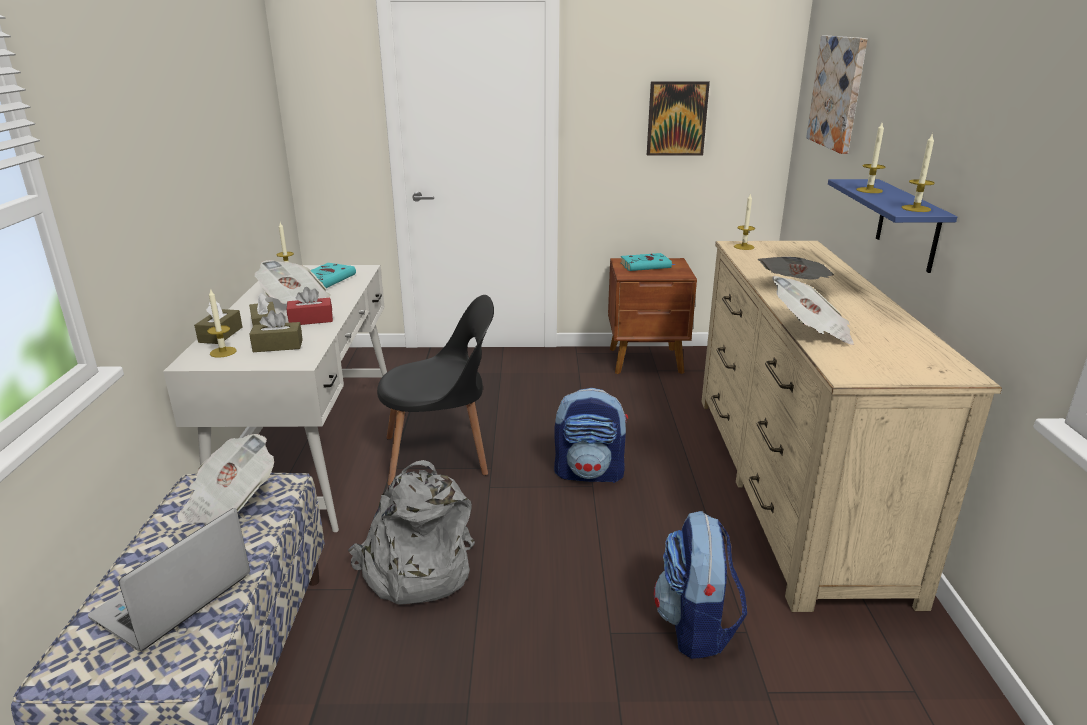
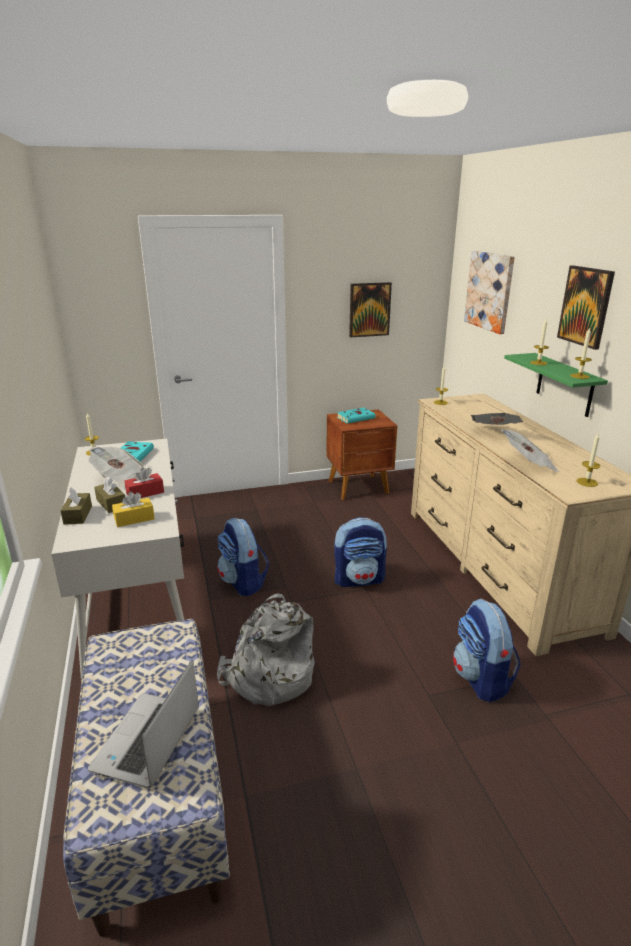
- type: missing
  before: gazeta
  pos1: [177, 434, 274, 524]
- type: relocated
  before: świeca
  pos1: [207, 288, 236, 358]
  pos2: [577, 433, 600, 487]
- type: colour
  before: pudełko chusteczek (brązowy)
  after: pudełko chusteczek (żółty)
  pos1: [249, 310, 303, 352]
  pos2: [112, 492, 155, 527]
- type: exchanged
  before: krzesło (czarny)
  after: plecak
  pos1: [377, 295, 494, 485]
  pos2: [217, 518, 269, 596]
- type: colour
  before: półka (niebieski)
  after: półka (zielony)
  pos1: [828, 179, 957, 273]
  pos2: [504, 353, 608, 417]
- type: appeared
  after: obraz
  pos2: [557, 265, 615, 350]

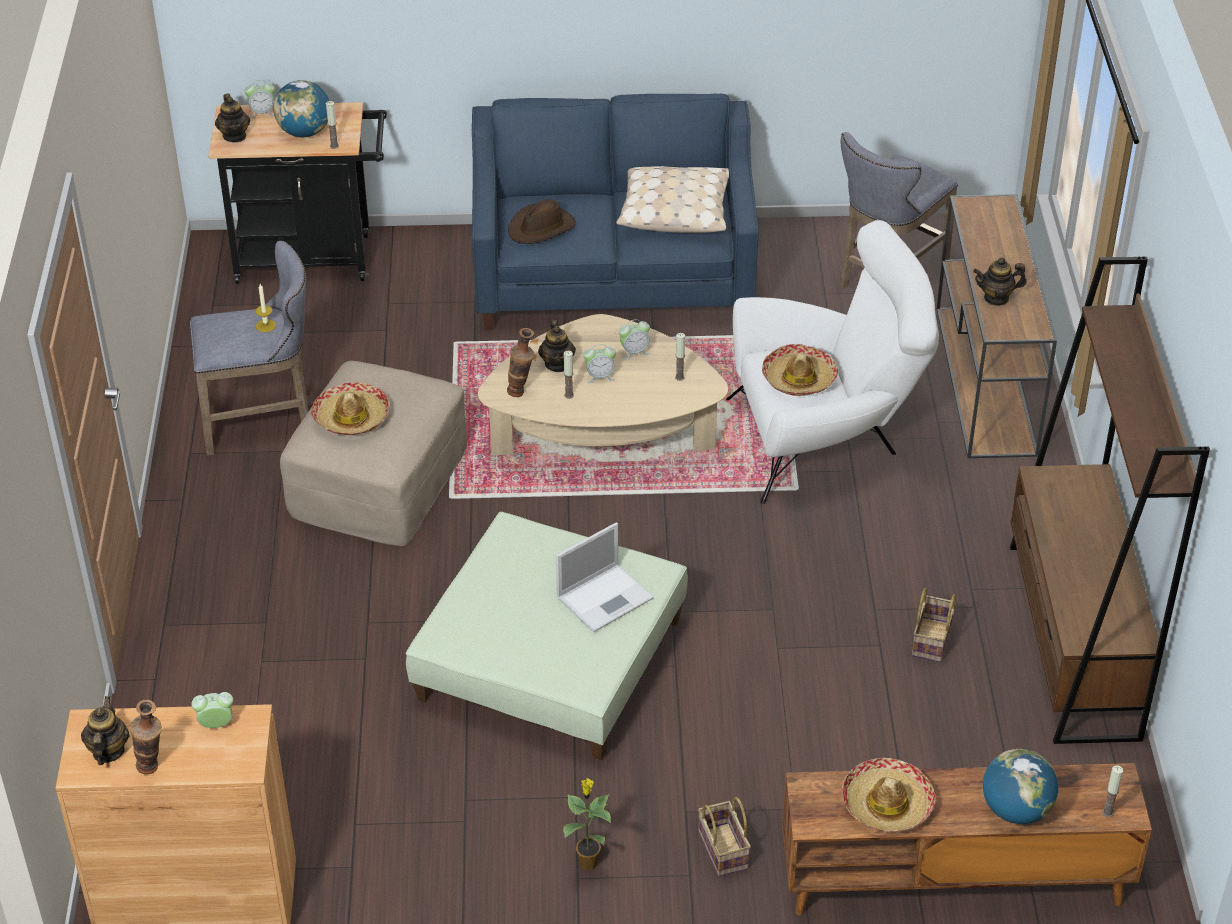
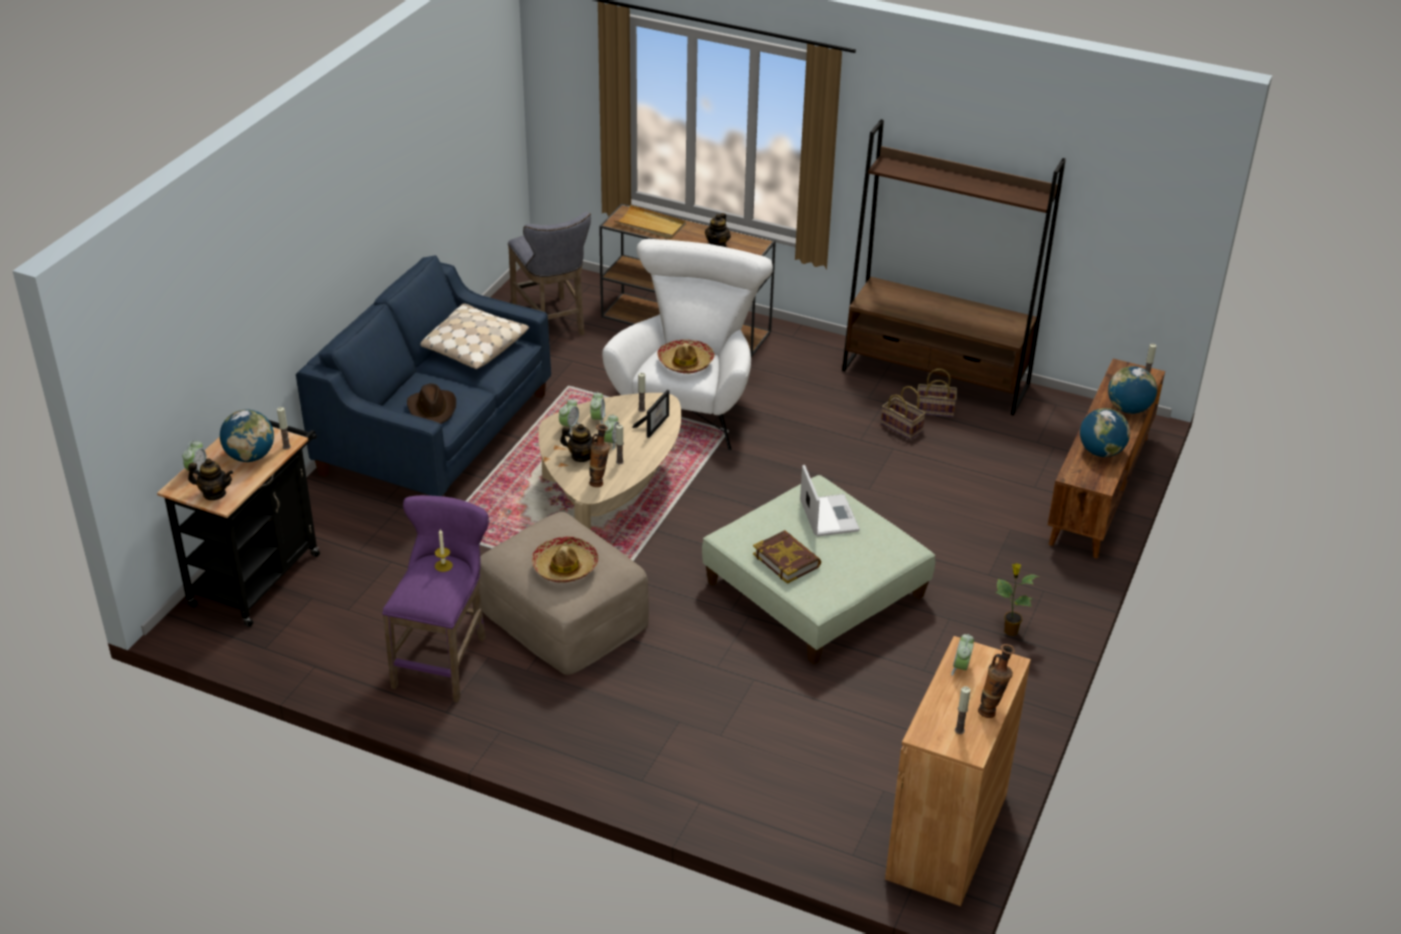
- type: exchanged
  before: imbryk
  after: świeca
  pos1: [81, 696, 129, 765]
  pos2: [955, 686, 971, 734]
- type: colour
  before: stołek (szary)
  after: stołek (fioletowy)
  pos1: [190, 241, 309, 456]
  pos2: [382, 495, 489, 703]
- type: relocated
  before: koszyk
  pos1: [698, 797, 751, 876]
  pos2: [916, 369, 957, 417]
- type: exchanged
  before: kapelusz
  after: globus
  pos1: [842, 758, 936, 832]
  pos2: [1080, 408, 1130, 457]
- type: appeared
  after: budzik
  pos2: [559, 399, 580, 433]
- type: appeared
  after: taca (beżowy)
  pos2: [614, 205, 686, 239]
- type: appeared
  after: ramka na zdjęcie
  pos2: [632, 390, 669, 438]
- type: appeared
  after: książka
  pos2: [753, 530, 821, 584]

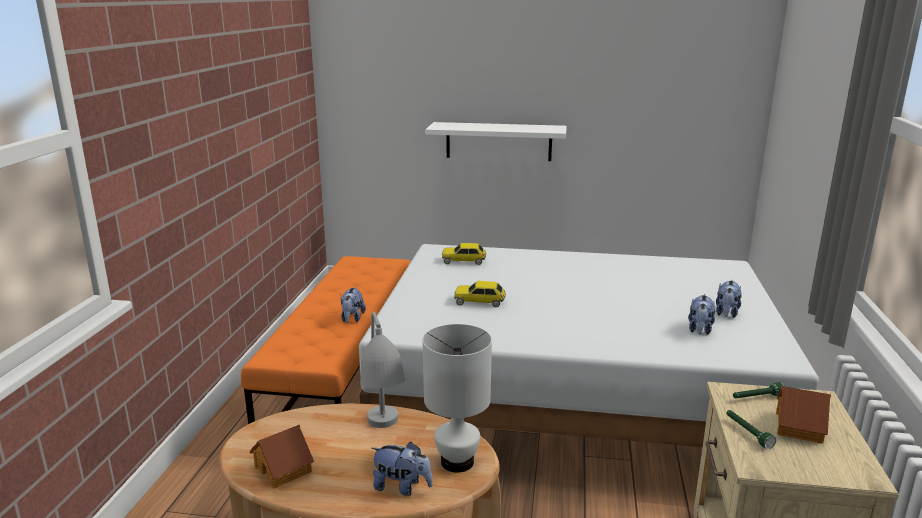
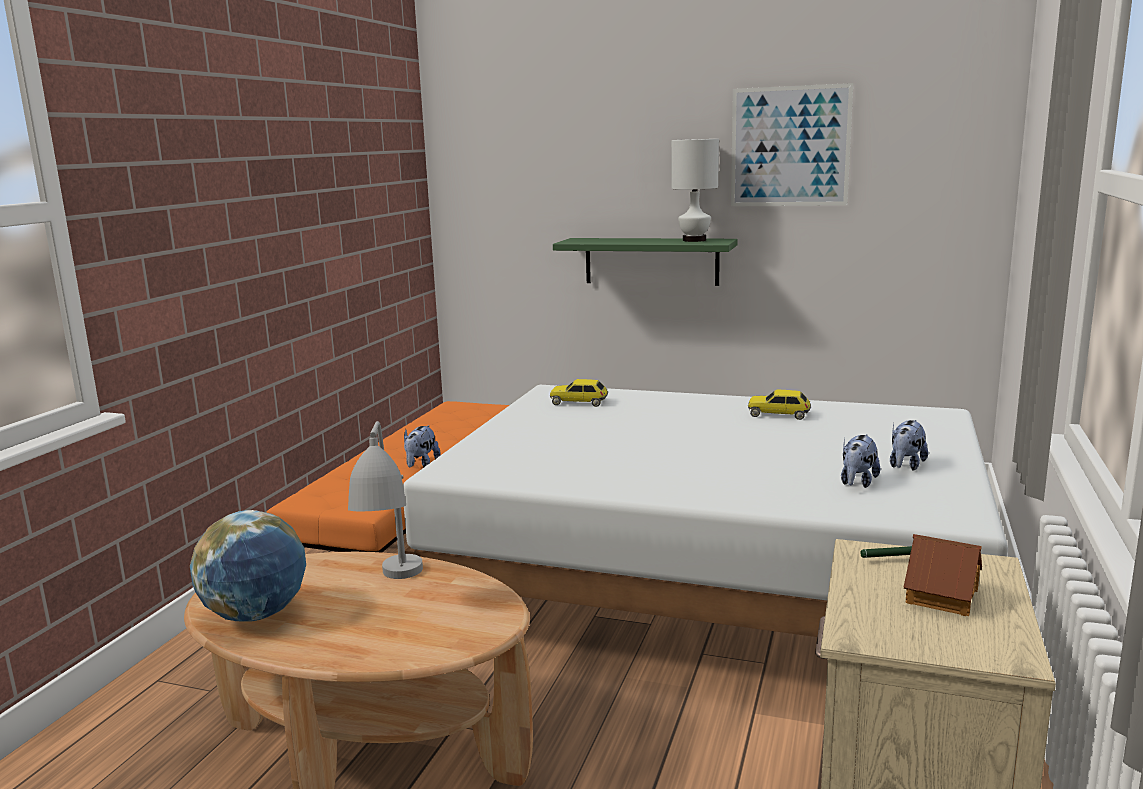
- type: exchanged
  before: domek
  after: globus
  pos1: [250, 425, 314, 489]
  pos2: [190, 510, 306, 622]
- type: missing
  before: pluszak
  pos1: [371, 442, 433, 496]
- type: relocated
  before: lampa stołowa (biały)
  pos1: [422, 324, 492, 473]
  pos2: [671, 139, 719, 242]
- type: colour
  before: półka (biały)
  after: półka (zielony)
  pos1: [425, 122, 567, 161]
  pos2: [553, 238, 738, 286]
- type: relocated
  before: samochodzik
  pos1: [454, 281, 506, 307]
  pos2: [748, 389, 811, 420]
- type: missing
  before: latarka (zielony)
  pos1: [726, 410, 776, 449]
- type: appeared
  after: obraz
  pos2: [731, 83, 853, 206]

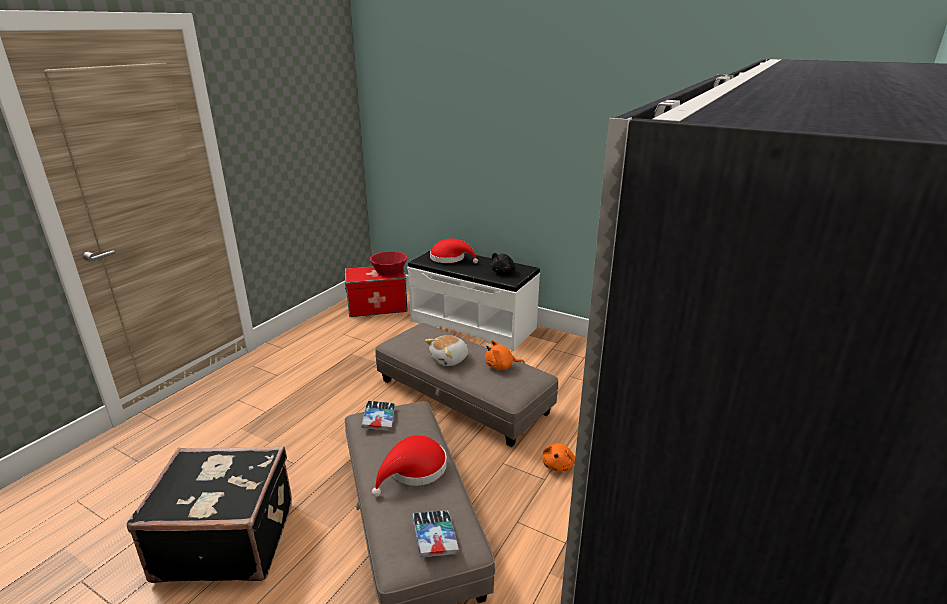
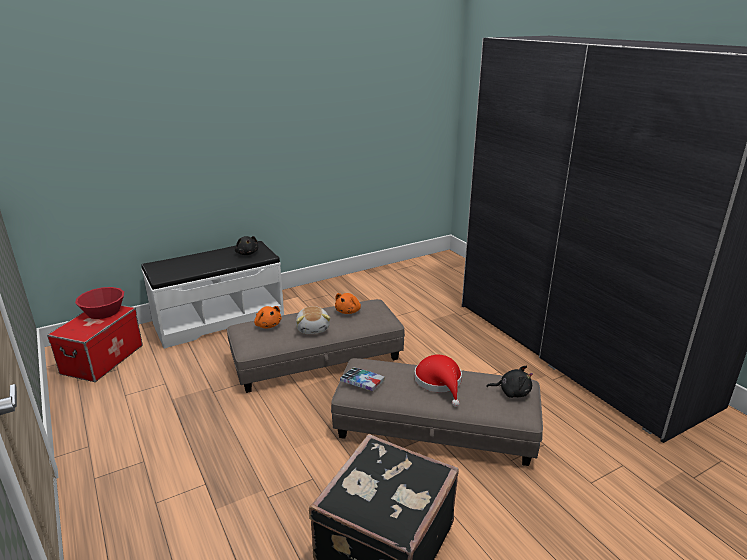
- type: exchanged
  before: książka
  after: pluszak (czarny)
  pos1: [412, 510, 459, 558]
  pos2: [486, 366, 533, 398]
- type: missing
  before: kapelusz (czerwony)
  pos1: [430, 238, 478, 263]
- type: relocated
  before: pluszak (pomarańczowy)
  pos1: [542, 443, 575, 472]
  pos2: [254, 306, 281, 328]

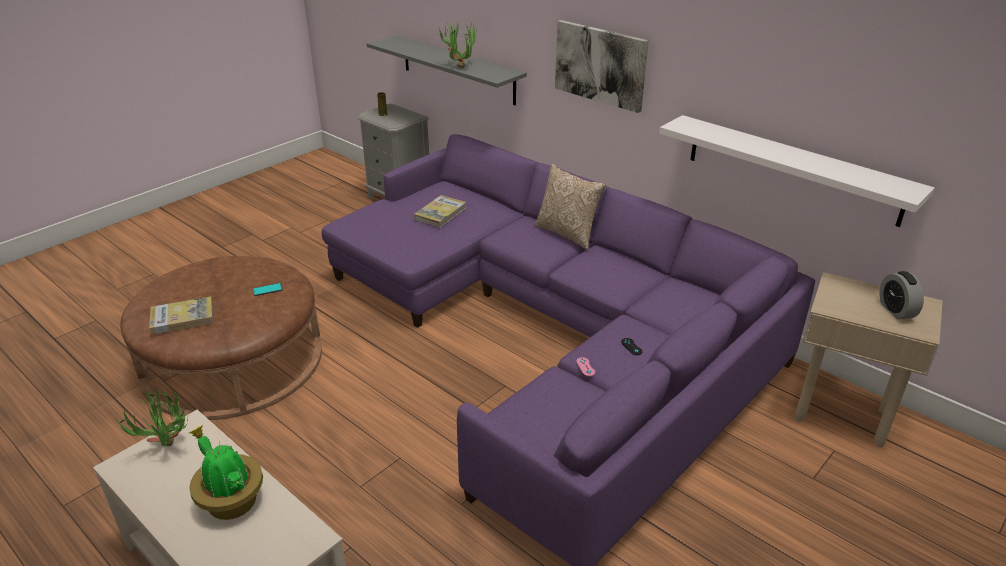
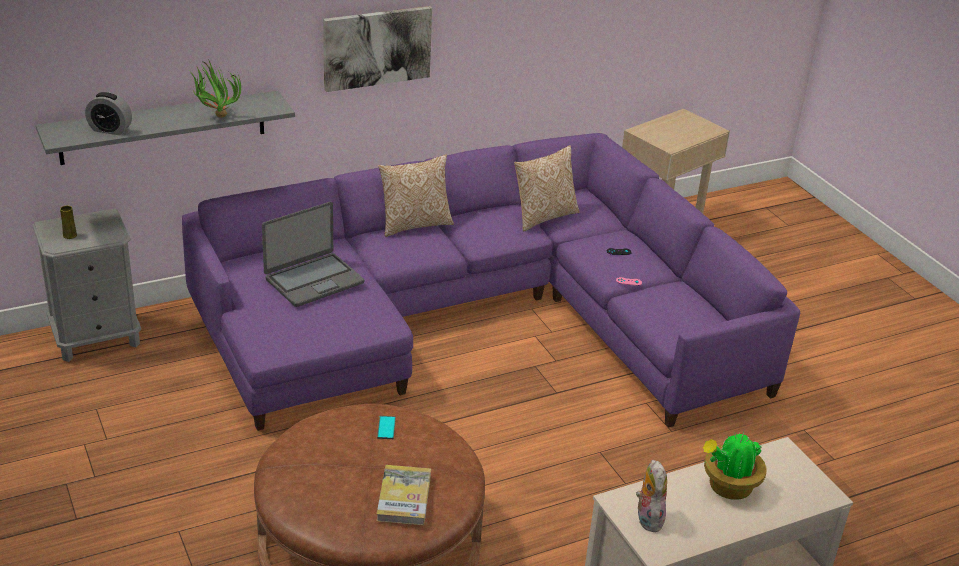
- type: exchanged
  before: roślina doniczkowa
  after: pluszak
  pos1: [116, 387, 188, 446]
  pos2: [636, 460, 667, 532]
- type: exchanged
  before: książka
  after: laptop
  pos1: [414, 195, 466, 228]
  pos2: [262, 202, 364, 307]
- type: missing
  before: półka (biały)
  pos1: [659, 115, 935, 227]
- type: relocated
  before: budzik
  pos1: [879, 271, 924, 319]
  pos2: [85, 92, 132, 135]
- type: appeared
  after: poduszka
  pos2: [514, 145, 580, 231]

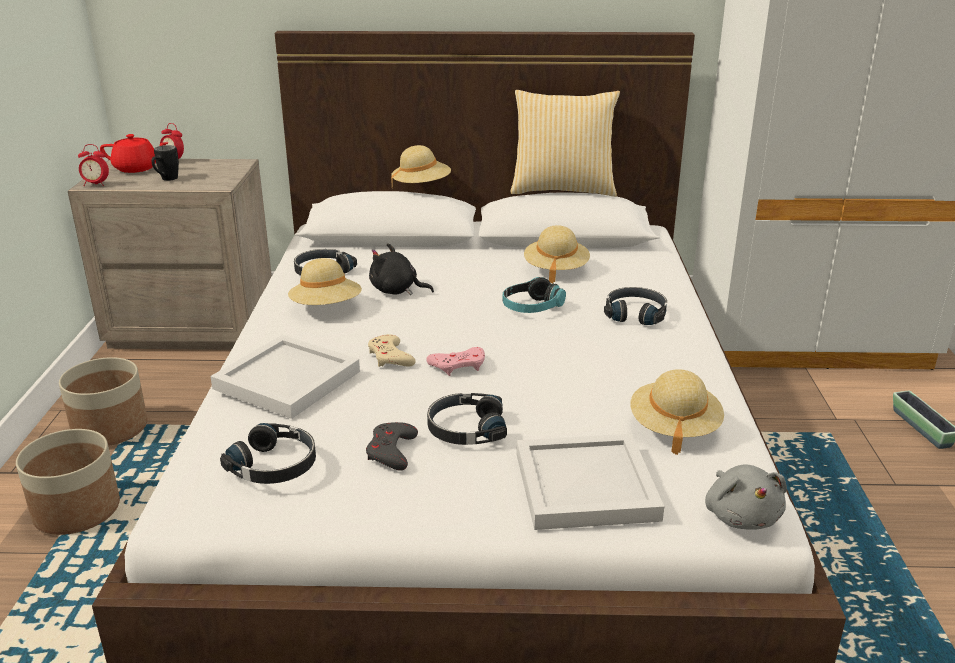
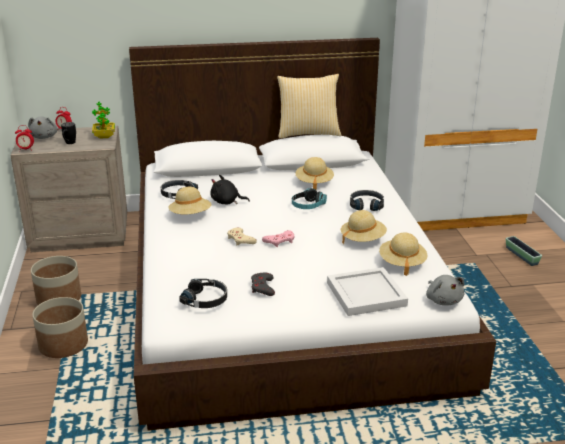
- type: exchanged
  before: imbryk (czerwony)
  after: pluszak (szary)
  pos1: [100, 134, 168, 173]
  pos2: [28, 116, 58, 139]
- type: missing
  before: taca (biały)
  pos1: [210, 335, 360, 419]
- type: relocated
  before: kapelusz (beżowy)
  pos1: [391, 145, 451, 189]
  pos2: [341, 210, 387, 245]
- type: missing
  before: słuchawki (czarny)
  pos1: [427, 393, 507, 445]
- type: appeared
  after: roślina doniczkowa
  pos2: [92, 102, 115, 139]

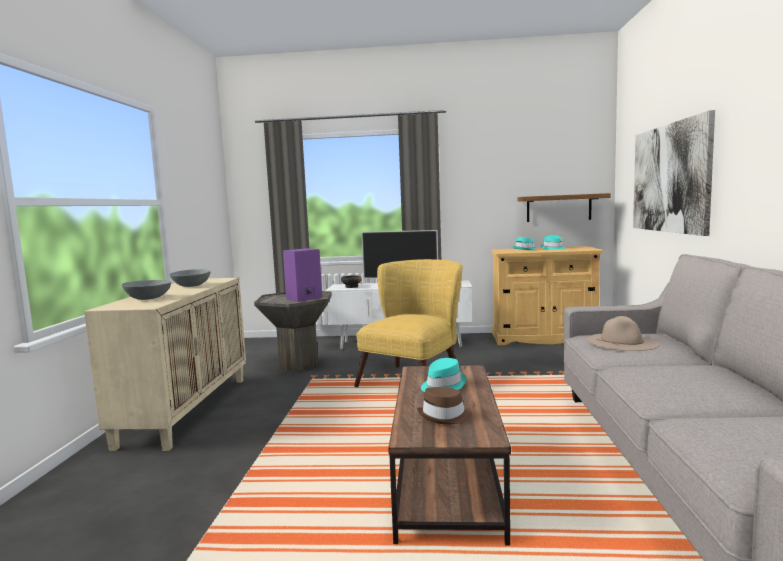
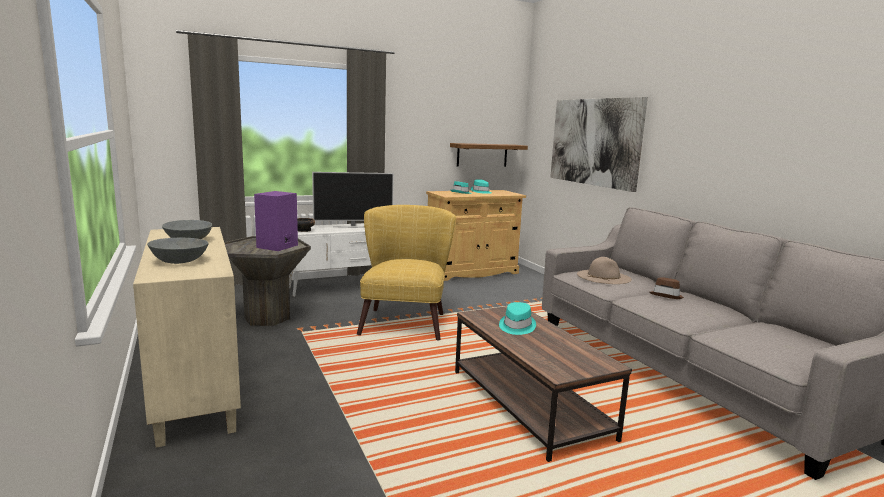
- type: relocated
  before: kapelusz (brązowy)
  pos1: [417, 387, 472, 425]
  pos2: [650, 277, 684, 299]

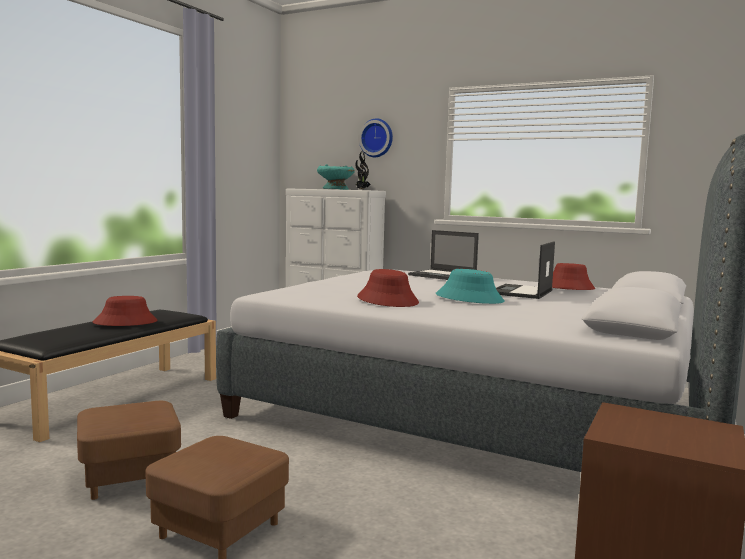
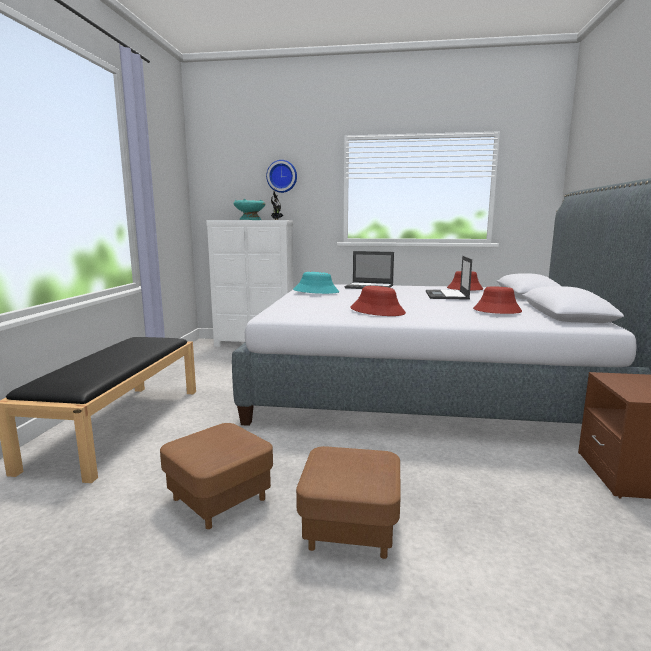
- type: relocated
  before: kapelusz (czerwony)
  pos1: [93, 296, 157, 326]
  pos2: [473, 287, 522, 314]
- type: relocated
  before: kapelusz (turkusowy)
  pos1: [436, 269, 505, 304]
  pos2: [293, 272, 339, 294]

